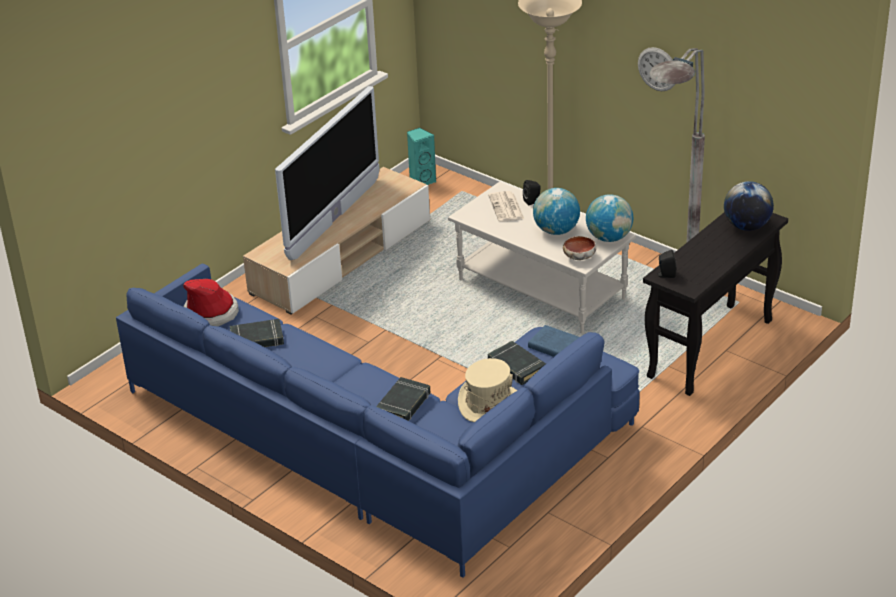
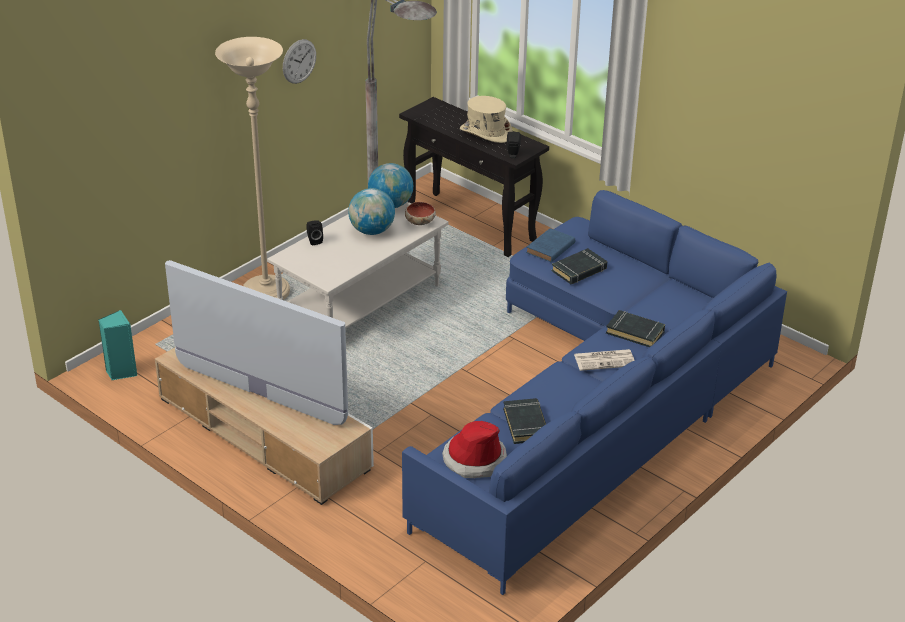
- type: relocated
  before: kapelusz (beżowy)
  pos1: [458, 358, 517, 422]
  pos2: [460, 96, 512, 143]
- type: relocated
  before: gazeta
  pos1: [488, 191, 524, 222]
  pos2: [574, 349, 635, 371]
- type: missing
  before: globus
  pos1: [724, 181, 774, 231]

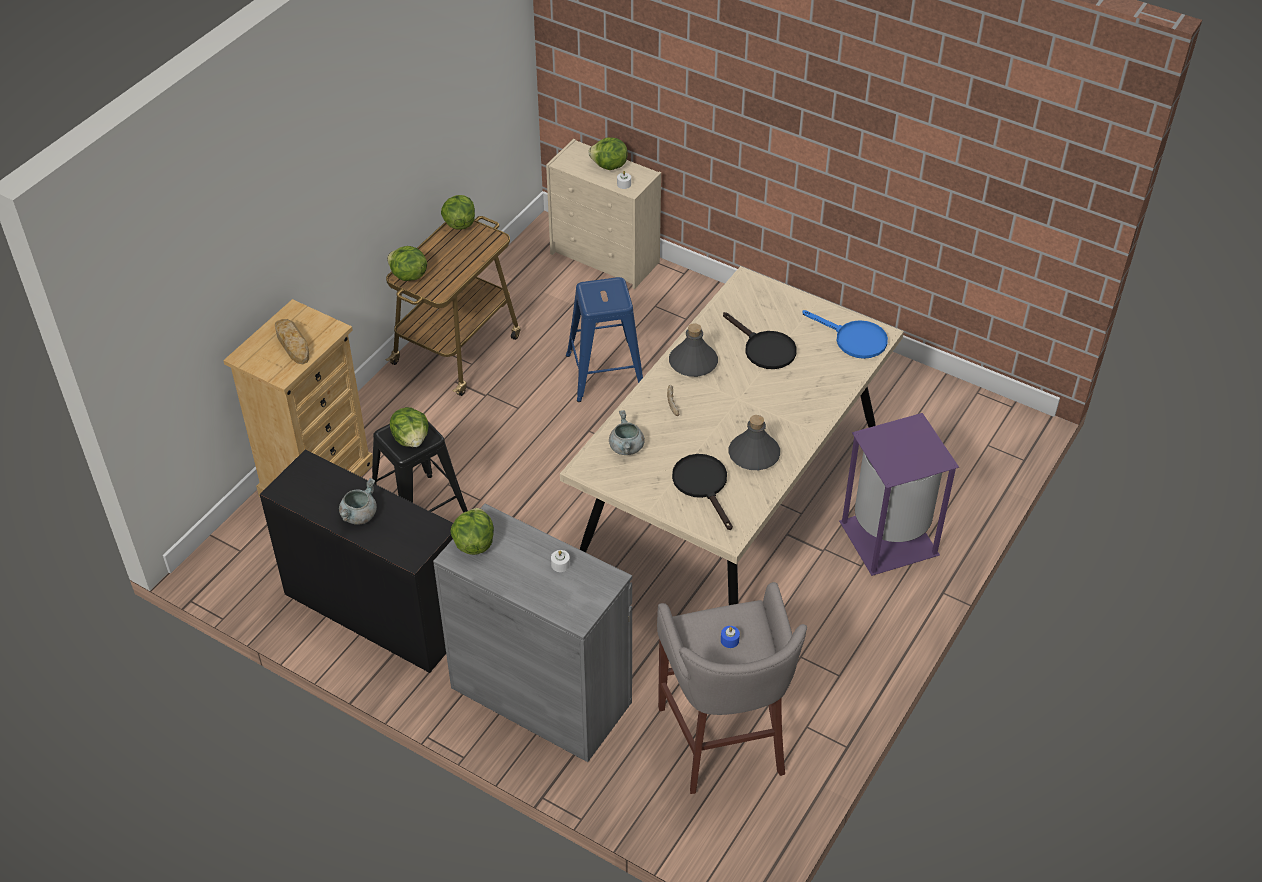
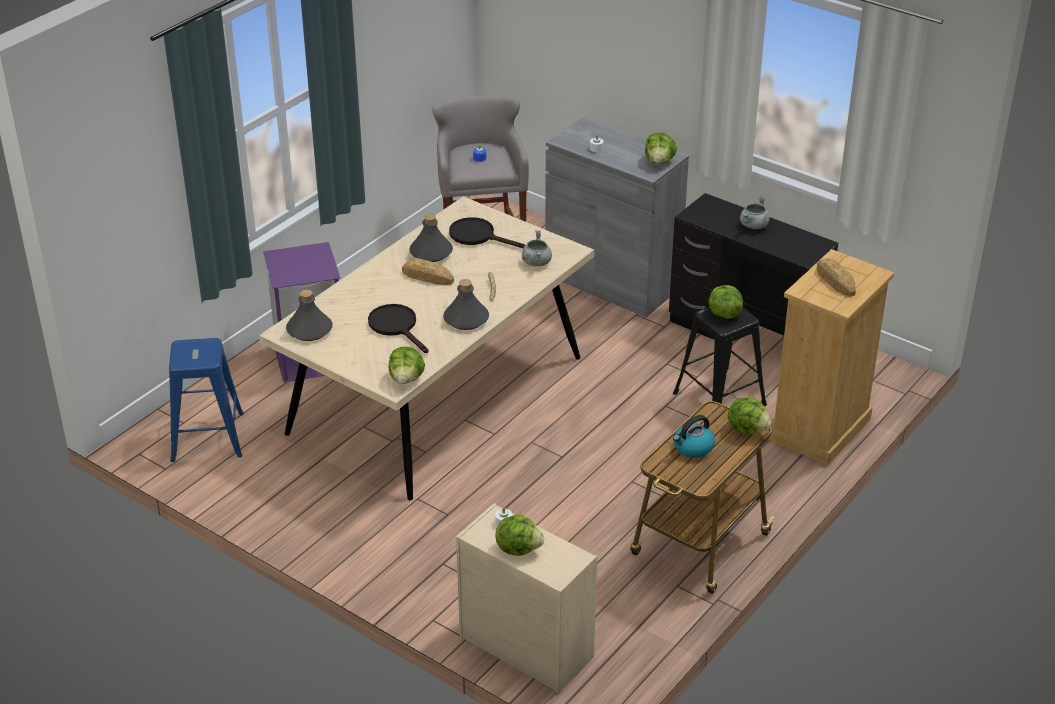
- type: relocated
  before: sałata
  pos1: [441, 195, 475, 230]
  pos2: [389, 346, 425, 384]
- type: relocated
  before: stołek (niebieski)
  pos1: [566, 277, 643, 402]
  pos2: [169, 338, 244, 462]
- type: spun
  before: patelnia (czarny)
  pos1: [672, 454, 733, 530]
  pos2: [449, 217, 525, 248]
  turn: 135
- type: exchanged
  before: patelnia (niebieski)
  after: butelka (szary)
  pos1: [802, 310, 888, 359]
  pos2: [286, 290, 332, 341]
- type: appeared
  after: chleb
  pos2: [402, 258, 454, 285]
- type: appeared
  after: czajnik
  pos2: [673, 415, 715, 458]

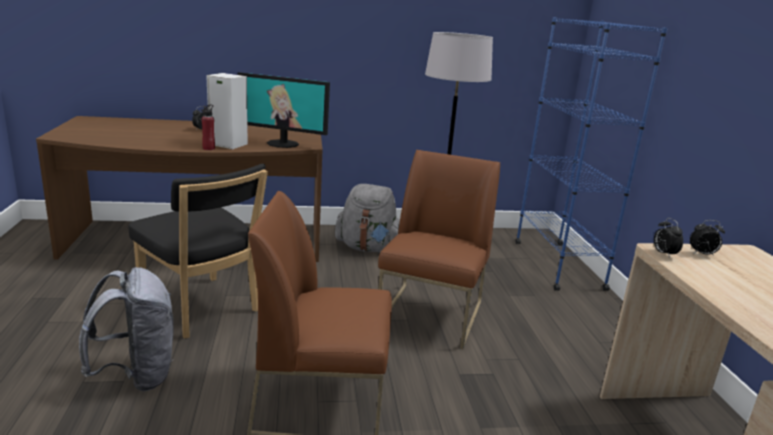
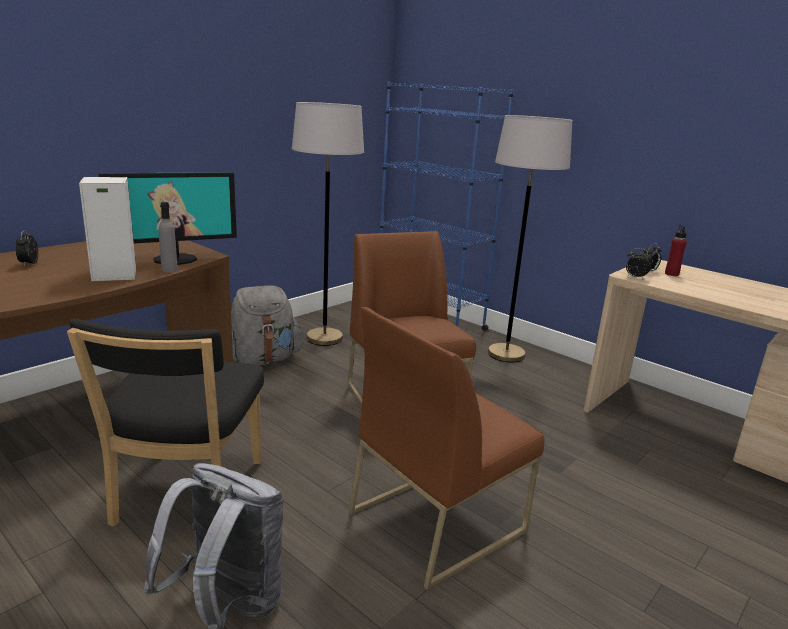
- type: spun
  before: krzesło (czarny)
  pos1: [128, 164, 268, 338]
  pos2: [67, 318, 264, 526]
  turn: 90
- type: relocated
  before: butelka (czerwony)
  pos1: [202, 105, 215, 150]
  pos2: [665, 224, 687, 276]
- type: appeared
  after: butelka (szary)
  pos2: [159, 202, 178, 273]
- type: appeared
  after: lampa stojąca (szary)
  pos2: [488, 115, 573, 362]

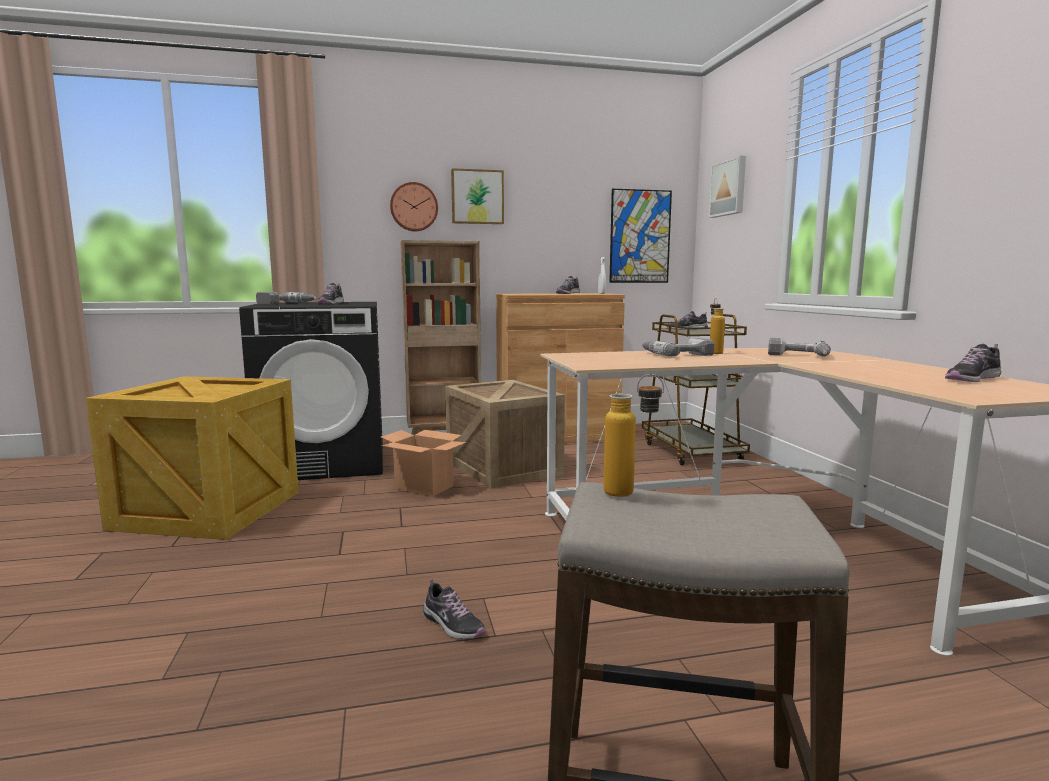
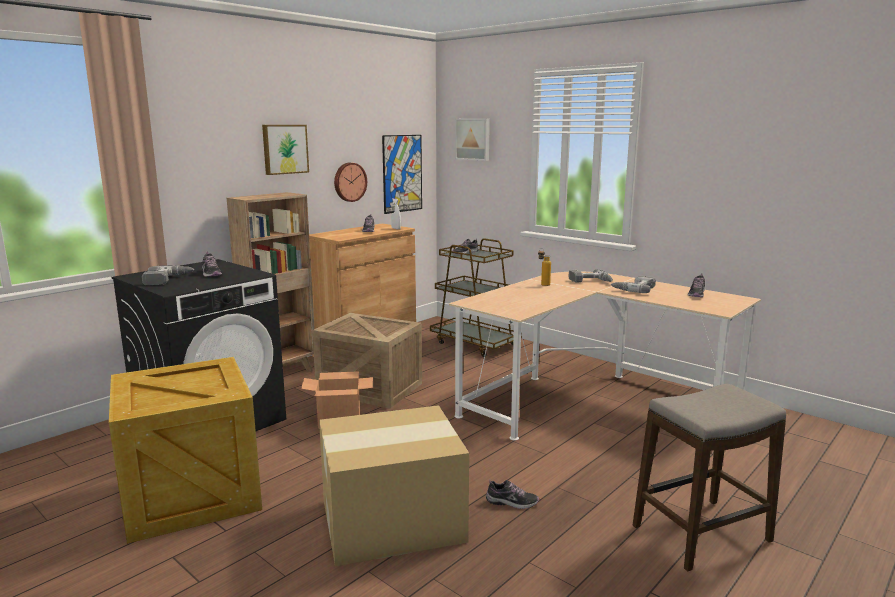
- type: relocated
  before: zegar ścienny
  pos1: [390, 182, 438, 231]
  pos2: [334, 163, 367, 202]
- type: missing
  before: butelka
  pos1: [603, 374, 664, 497]
- type: relocated
  before: wiertarka
  pos1: [642, 338, 715, 356]
  pos2: [611, 276, 656, 293]
- type: appeared
  after: karton
  pos2: [319, 405, 469, 566]

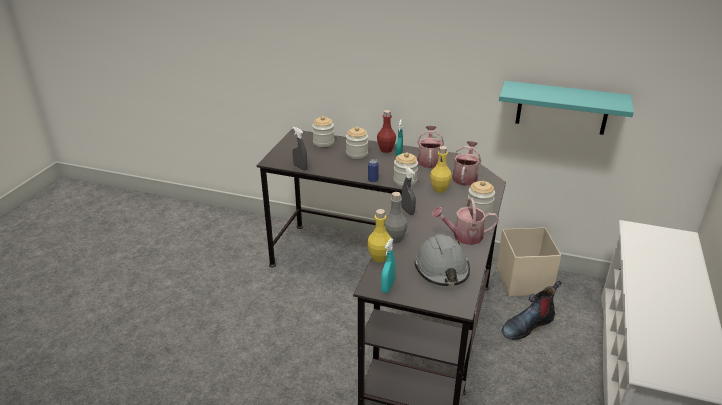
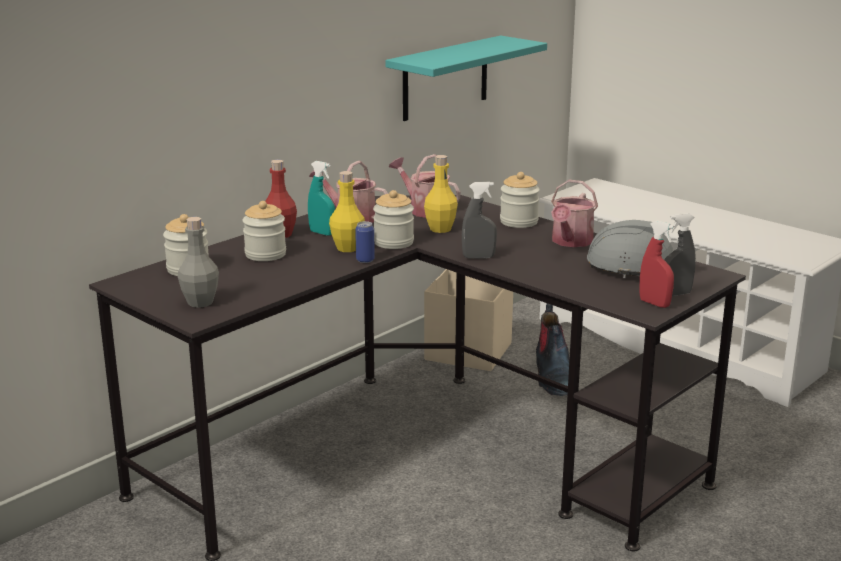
- type: relocated
  before: spryskiwacz (szary)
  pos1: [292, 127, 308, 171]
  pos2: [664, 213, 696, 296]
- type: relocated
  before: butelka (żółty)
  pos1: [367, 209, 391, 262]
  pos2: [329, 171, 365, 252]
- type: colour
  before: spryskiwacz (turkusowy)
  after: spryskiwacz (czerwony)
  pos1: [381, 238, 395, 293]
  pos2: [640, 220, 675, 308]
- type: relocated
  before: butelka (szary)
  pos1: [385, 192, 407, 243]
  pos2: [178, 217, 219, 308]

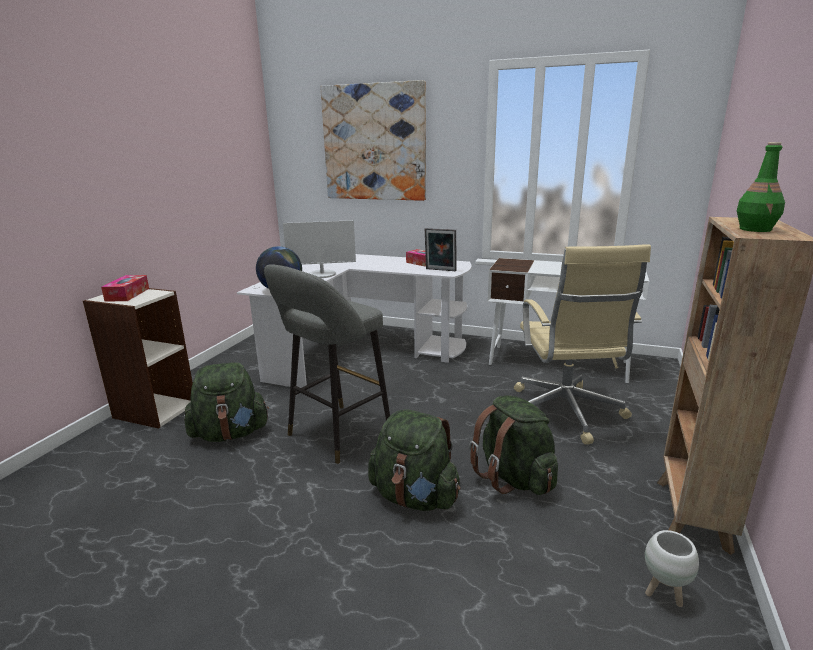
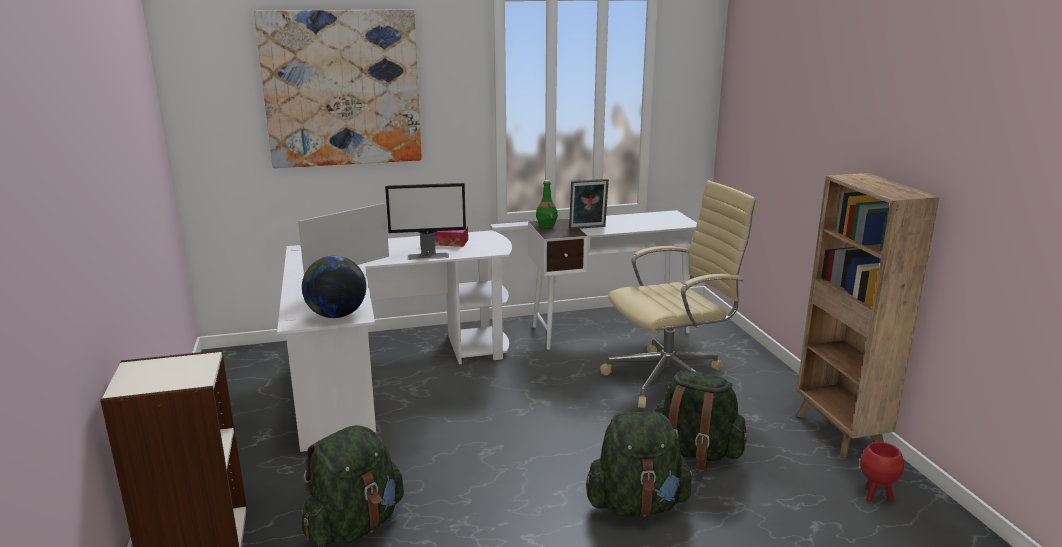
- type: missing
  before: pudełko chusteczek
  pos1: [101, 275, 149, 301]
- type: missing
  before: stołek (szary)
  pos1: [264, 264, 390, 464]
- type: relocated
  before: ramka na zdjęcie
  pos1: [425, 228, 457, 271]
  pos2: [569, 179, 609, 229]
- type: spun
  before: krzesło biurowe (beżowy)
  pos1: [514, 244, 651, 445]
  pos2: [600, 180, 757, 408]
  turn: -75
- type: colour
  before: donica (biały)
  after: donica (czerwony)
  pos1: [645, 530, 699, 607]
  pos2: [860, 442, 904, 502]
- type: relocated
  before: butelka (zielony)
  pos1: [737, 142, 785, 232]
  pos2: [536, 180, 558, 228]
- type: appeared
  after: monitor
  pos2: [385, 183, 466, 260]

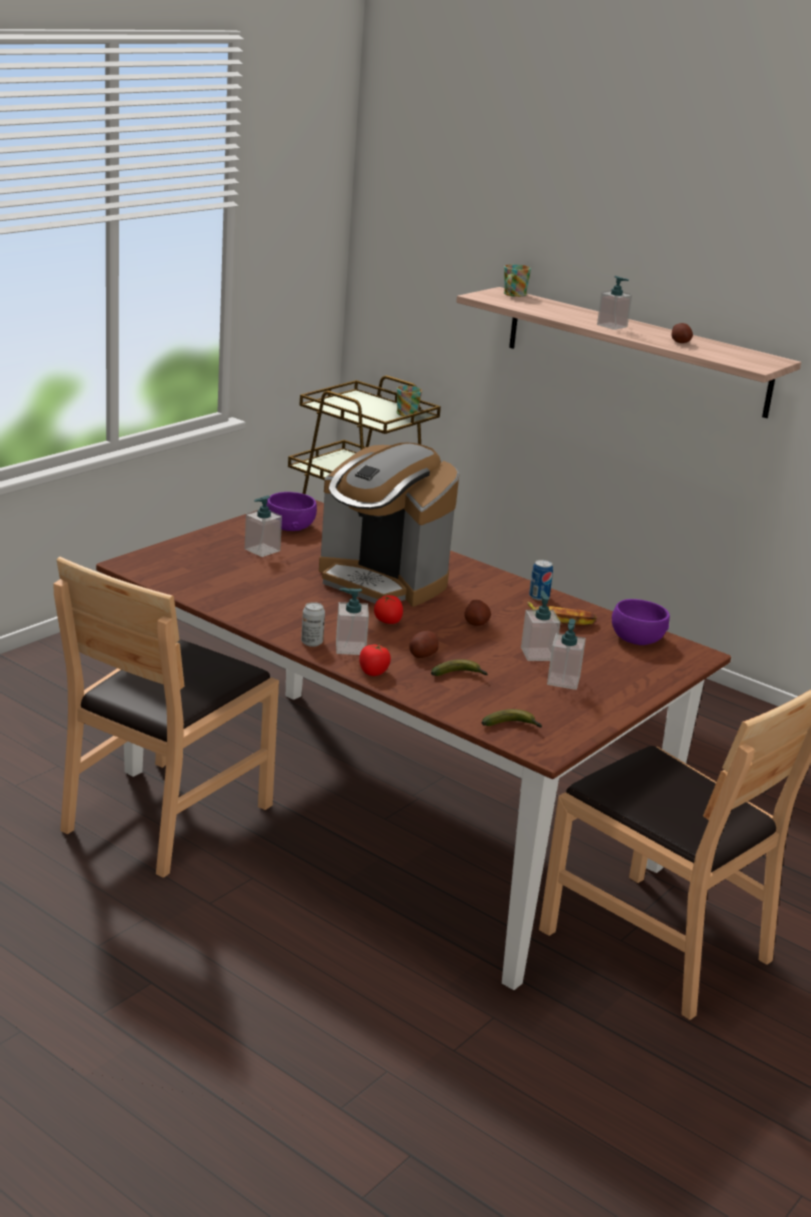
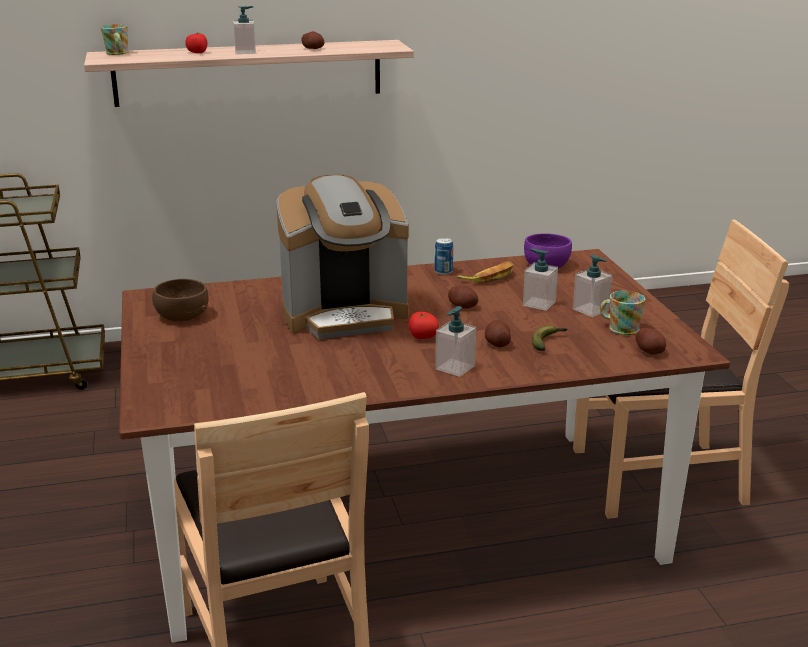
- type: missing
  before: dozownik mydła
  pos1: [245, 496, 282, 557]
- type: colour
  before: miska (fioletowy)
  after: miska (brązowy)
  pos1: [266, 492, 317, 531]
  pos2: [152, 279, 209, 321]
- type: missing
  before: puszka
  pos1: [301, 602, 325, 647]
- type: relocated
  before: pomidor
  pos1: [359, 644, 391, 676]
  pos2: [185, 33, 207, 53]
- type: relocated
  before: kubek
  pos1: [396, 385, 422, 416]
  pos2: [600, 291, 646, 335]
- type: exchanged
  before: banan
  after: ziemniak
  pos1: [482, 709, 542, 728]
  pos2: [636, 328, 666, 354]

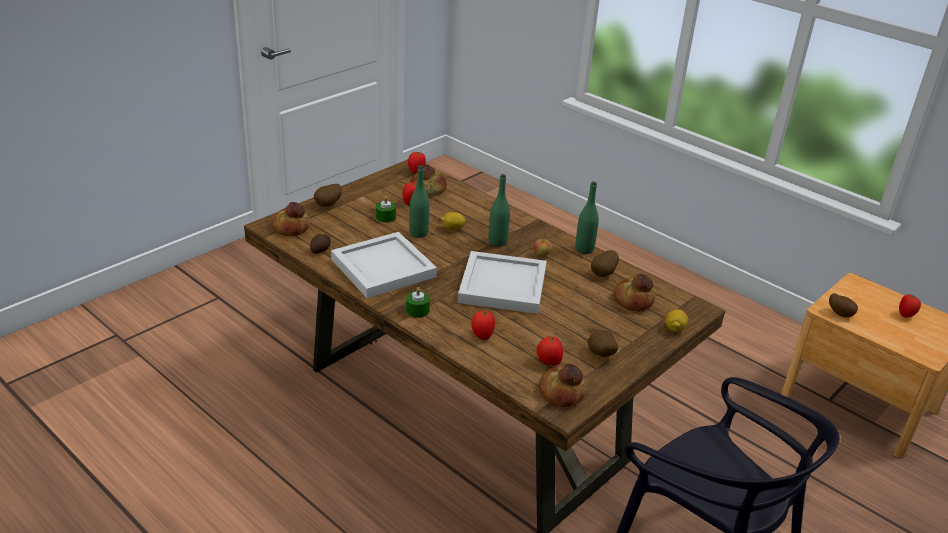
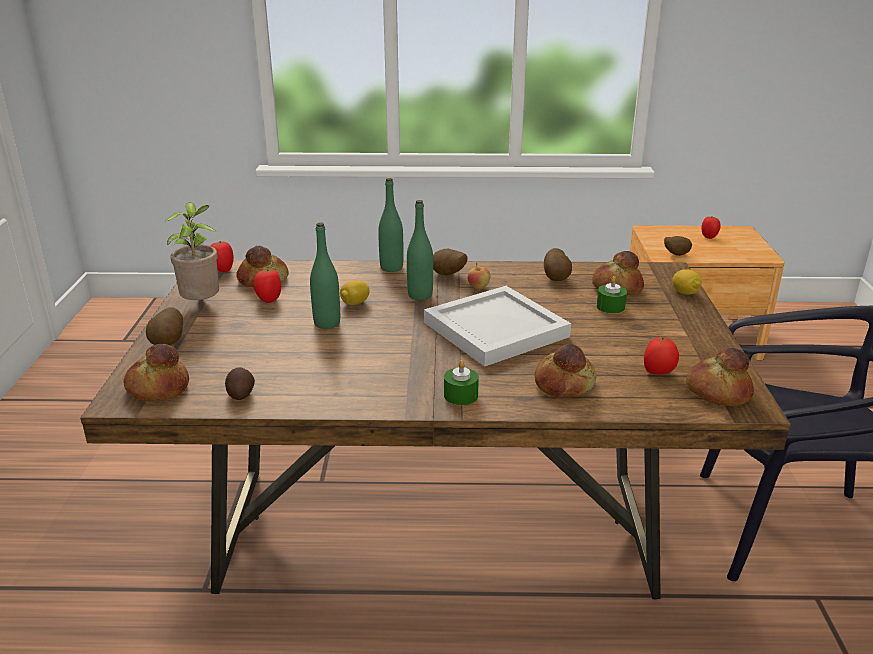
- type: missing
  before: taca (biały)
  pos1: [331, 232, 437, 298]
- type: relocated
  before: świeca (zielony)
  pos1: [376, 196, 396, 223]
  pos2: [596, 276, 627, 314]
- type: exchanged
  before: pomidor
  after: chleb
  pos1: [471, 311, 495, 340]
  pos2: [535, 343, 597, 398]
- type: relocated
  before: butelka (zielony)
  pos1: [575, 181, 599, 254]
  pos2: [378, 178, 404, 272]
- type: relocated
  before: ziemniak
  pos1: [588, 330, 618, 357]
  pos2: [433, 249, 467, 276]
- type: appeared
  after: roślina doniczkowa
  pos2: [165, 202, 219, 300]

